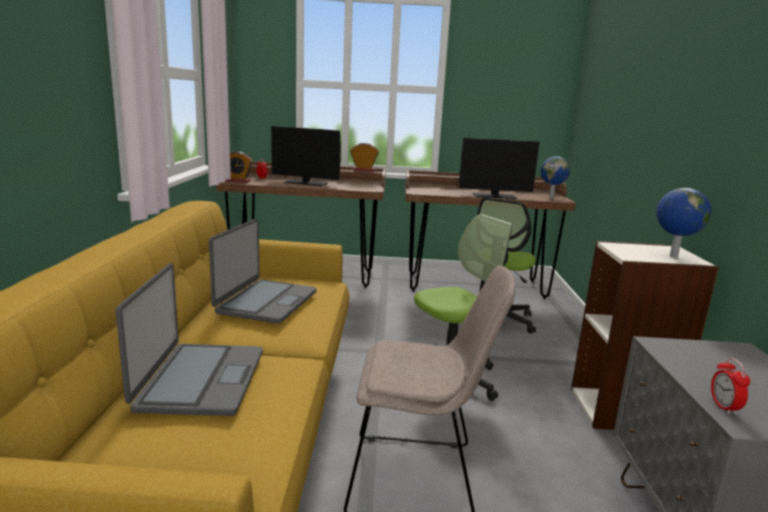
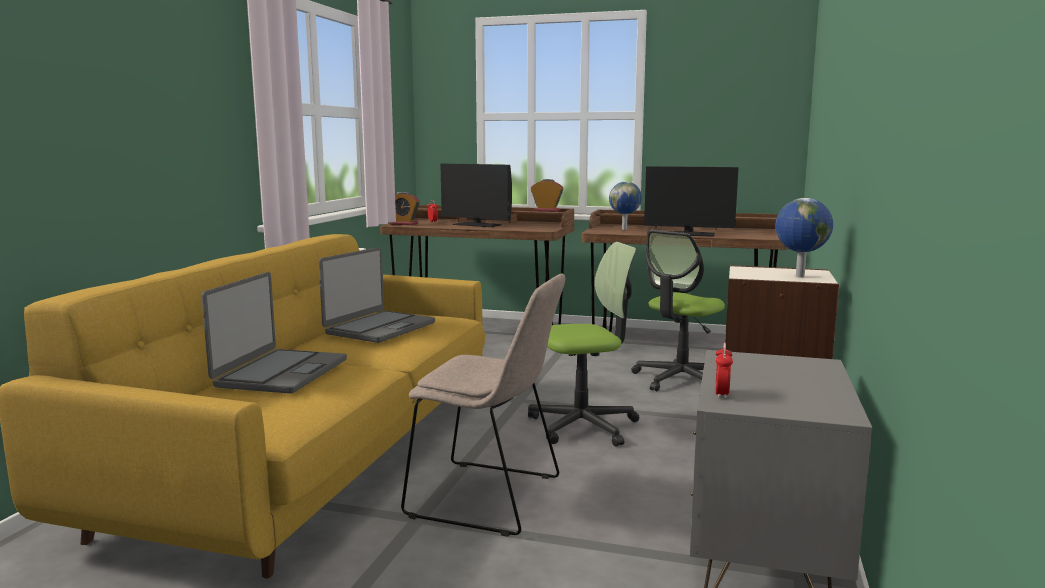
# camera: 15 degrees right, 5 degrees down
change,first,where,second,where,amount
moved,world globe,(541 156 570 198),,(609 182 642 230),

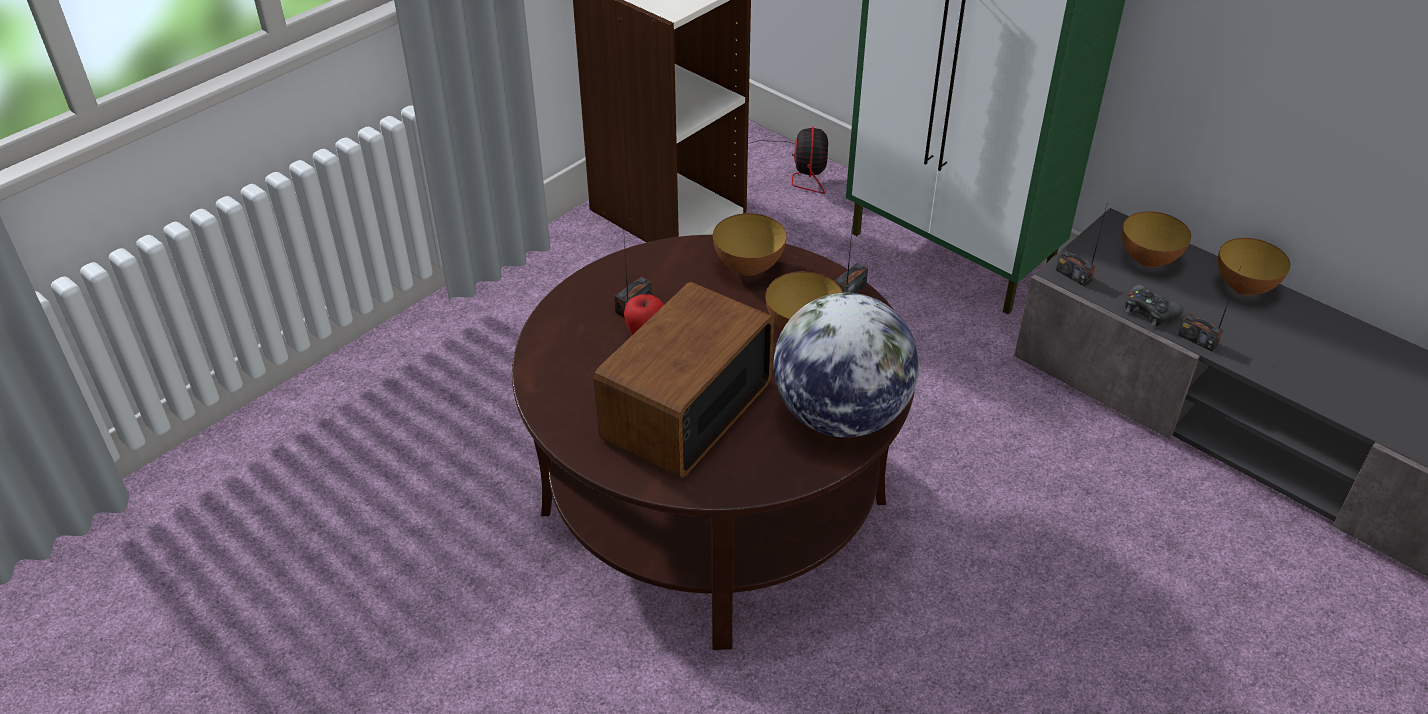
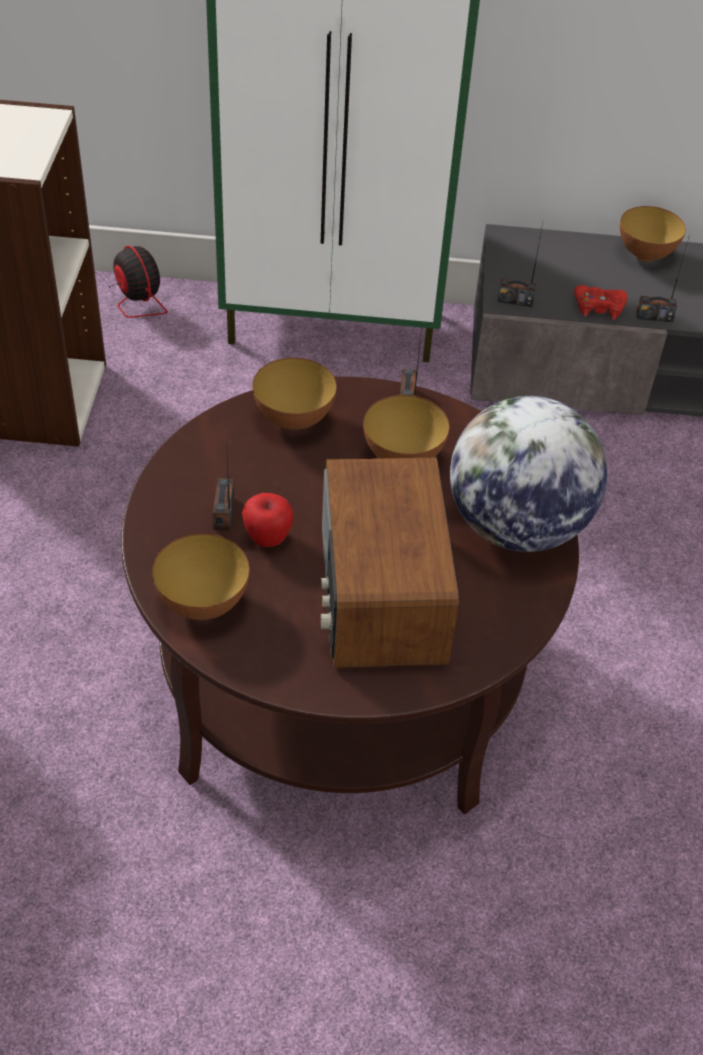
# camera: 40 degrees left, 5 degrees up
change,first,where,second,where,amount
moved,bowl,(1122 211 1191 268),,(152 534 250 620),
recoloured,blackish joypad,(1125 284 1184 327),reddish joypad,(574 285 627 320),

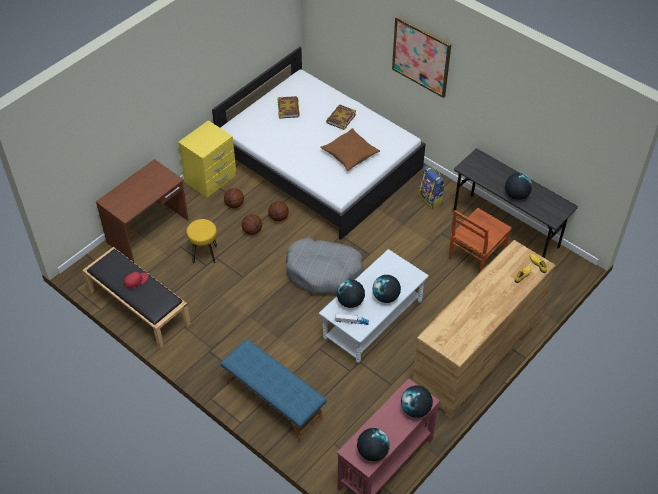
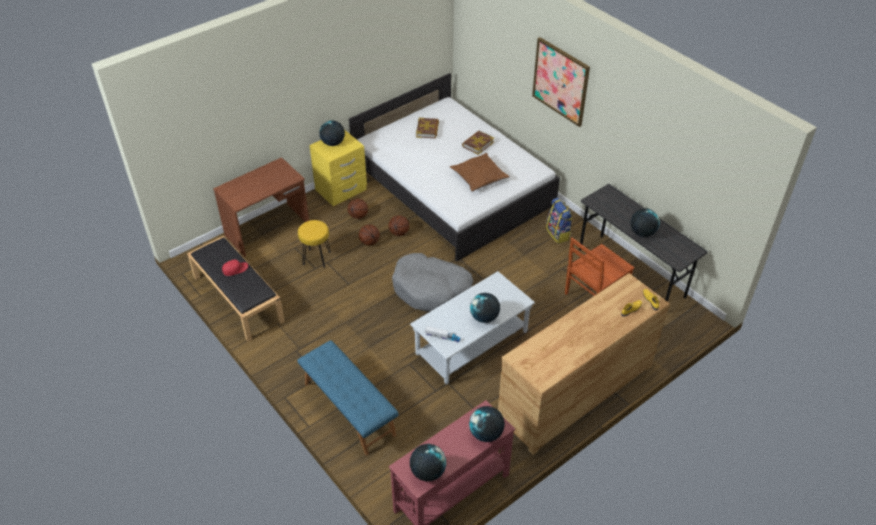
# camera: 10 degrees right, 5 degrees down
change,first,where,second,where,amount
moved,world globe,(337 280 365 308),,(319 120 345 146),

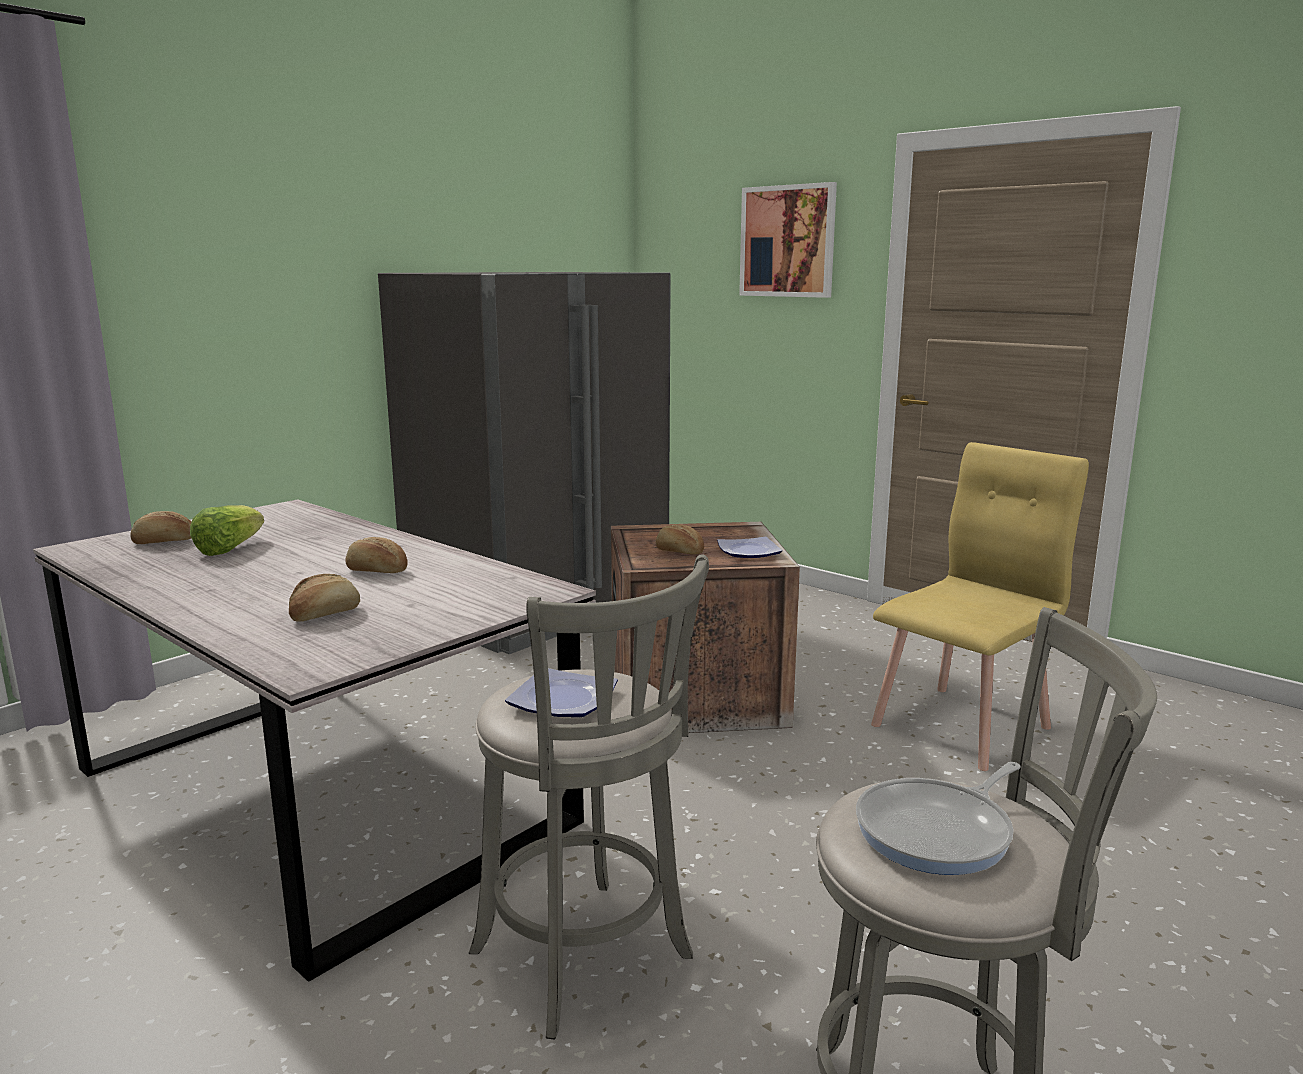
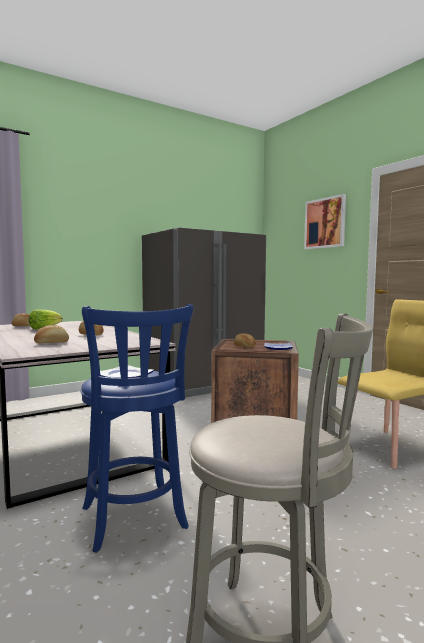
# camera: 15 degrees right, 10 degrees down
change,first,where,second,where,amount
recoloured,grey sitting stool,(469 555 709 1040),blue-coloured sitting stool,(80 304 193 553),
removed,frying pan,(856 762 1021 875),,,

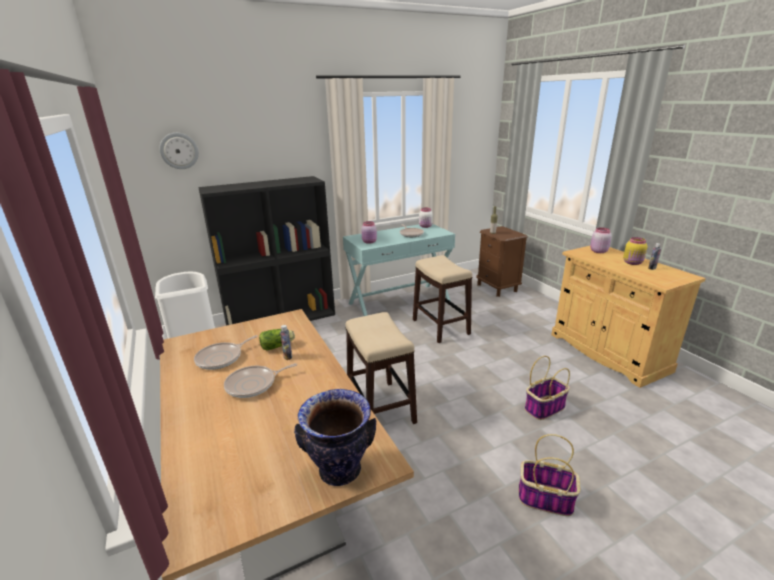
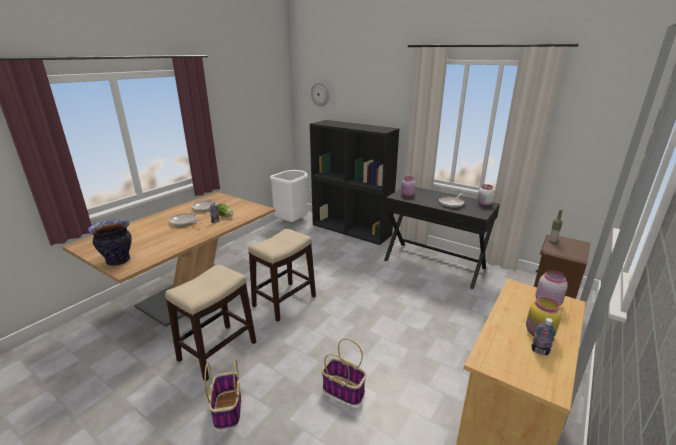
# camera: 60 degrees right, 0 degrees up
change,first,where,second,where,amount
recoloured,turquoise-coloured console table,(343 224 455 316),blackish console table,(384 187 500 289),
moved,sitting stool,(413 255 472 343),,(165 265 256 381),

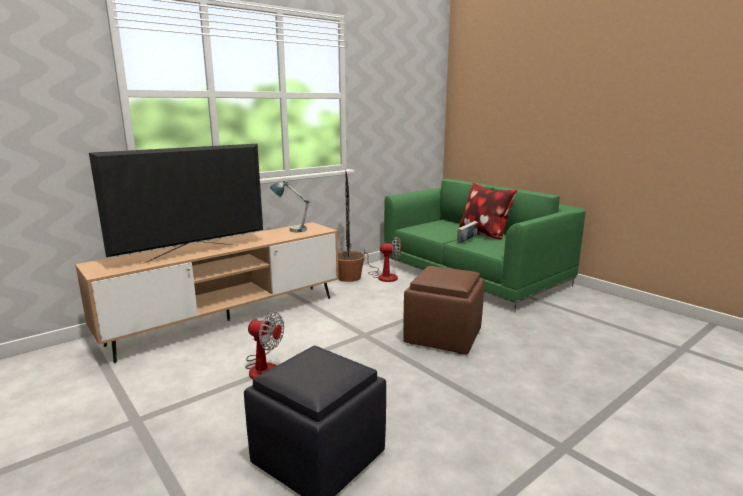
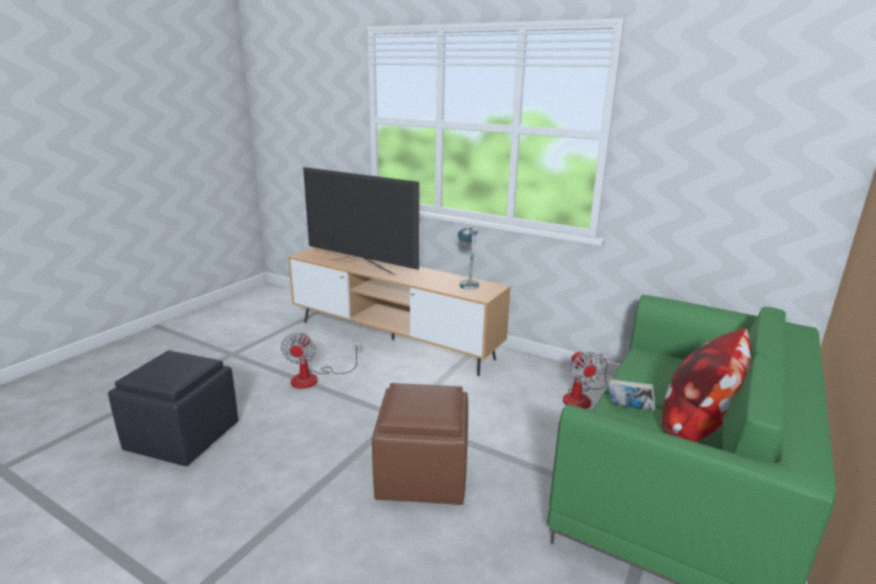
# camera: 70 degrees right, 5 degrees up
change,first,where,second,where,amount
removed,plant in a pot,(338 172 365 282),,,

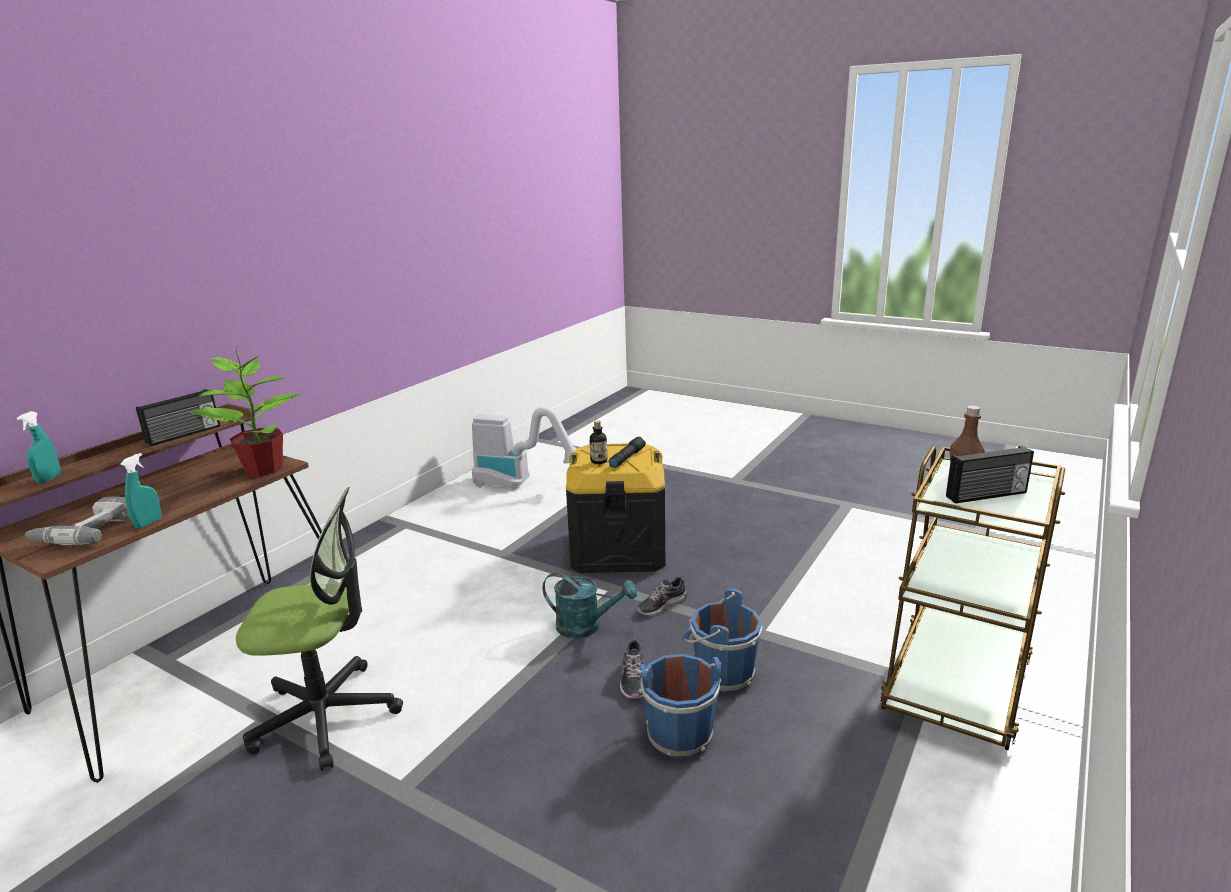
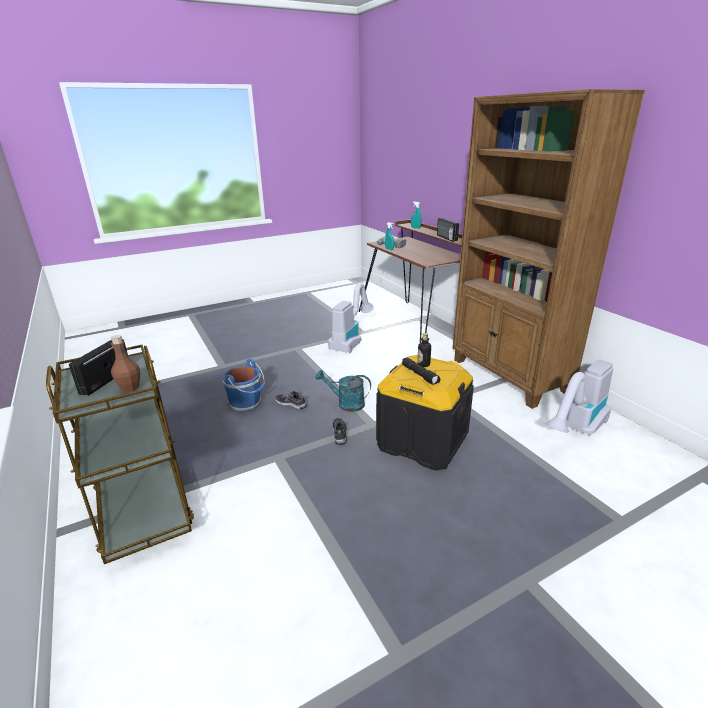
# camera: 120 degrees right, 5 degrees up
change,first,where,second,where,amount
removed,plant in a pot,(190 348 300 477),,,
replaced,computer chair,(236 487 403 771),vacuum cleaner,(328 282 374 353),
turned,turquoise-coloured watering can,(543 573 637 638),,(315 370 371 412),60 degrees clockwise
removed,blue-coloured bucket,(683 588 762 693),,,
added,,,brownish bookshelf,(452 89 645 409),

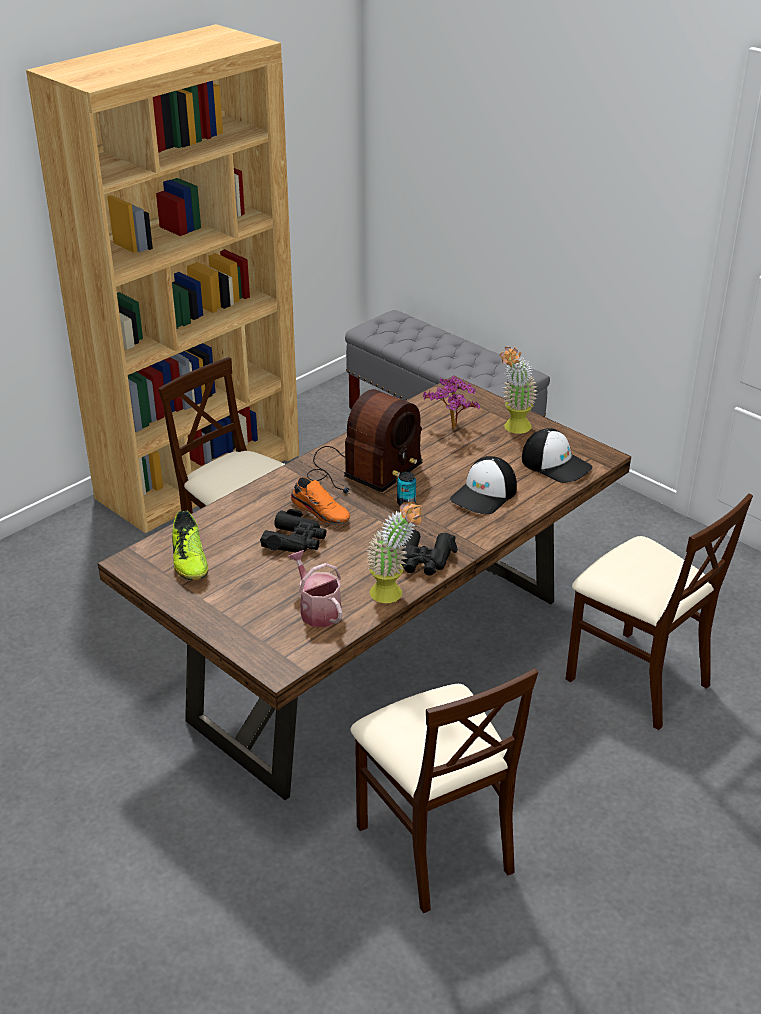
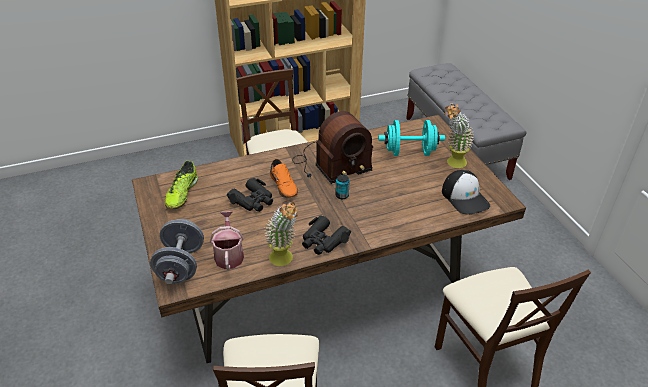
# camera: 25 degrees right, 5 degrees up
change,first,where,second,where,amount
replaced,plant in a pot,(423 376 480 429),turquoise-coloured free weight,(378 120 445 156),
removed,baseball cap,(450 456 517 514),,,
added,,,grey free weight,(150 219 204 284),

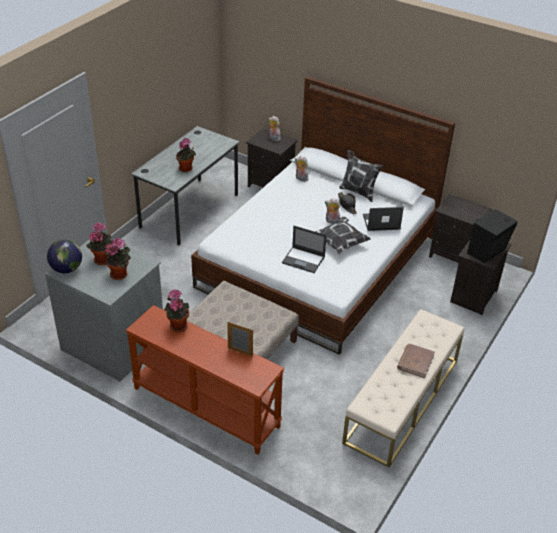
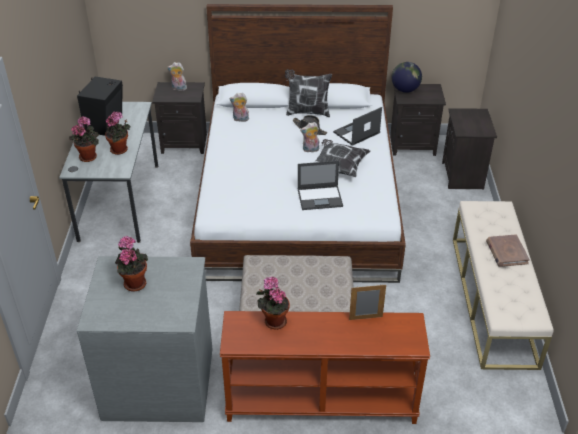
# camera: 30 degrees left, 0 degrees up
change,first,where,second,where,amount
moved,blackish speaker,(467 209 518 264),,(77 77 123 136),
moved,plant in a pot,(104 238 131 280),,(69 117 99 162),
moved,world globe,(47 239 82 273),,(391 62 422 93),

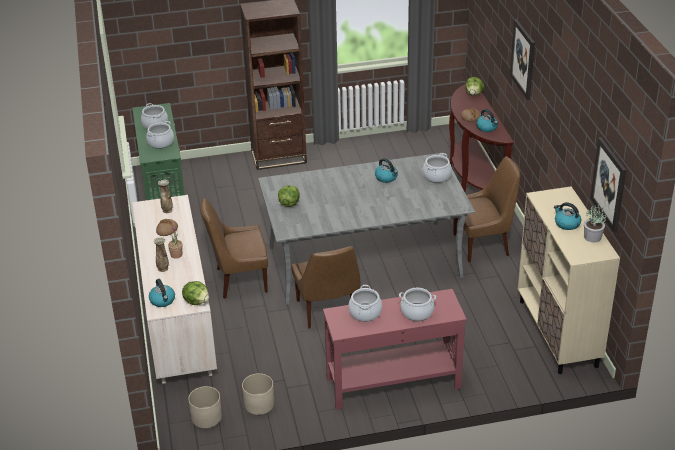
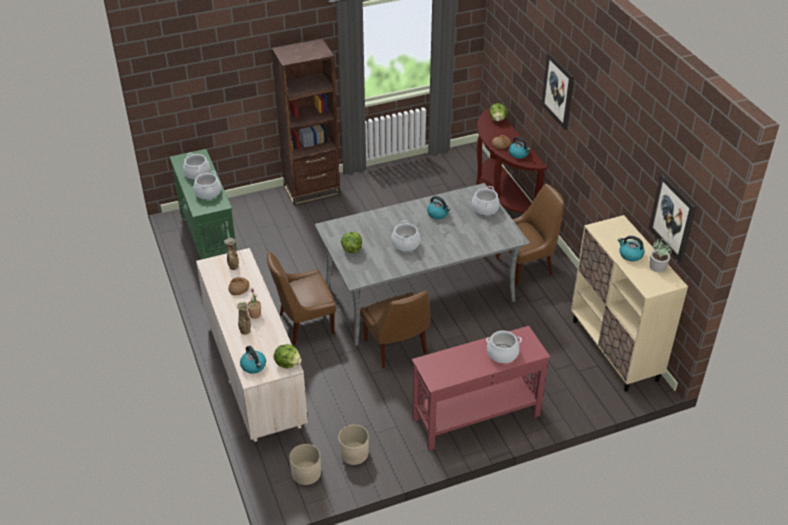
# camera: 10 degrees left, 5 degrees up
change,first,where,second,where,amount
moved,saucepot,(349 285 382 322),,(391 220 420 252),

